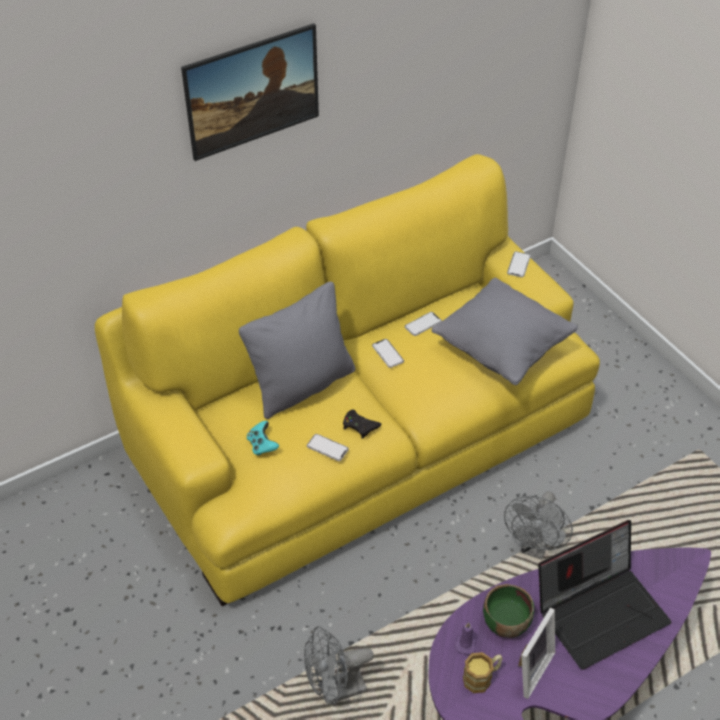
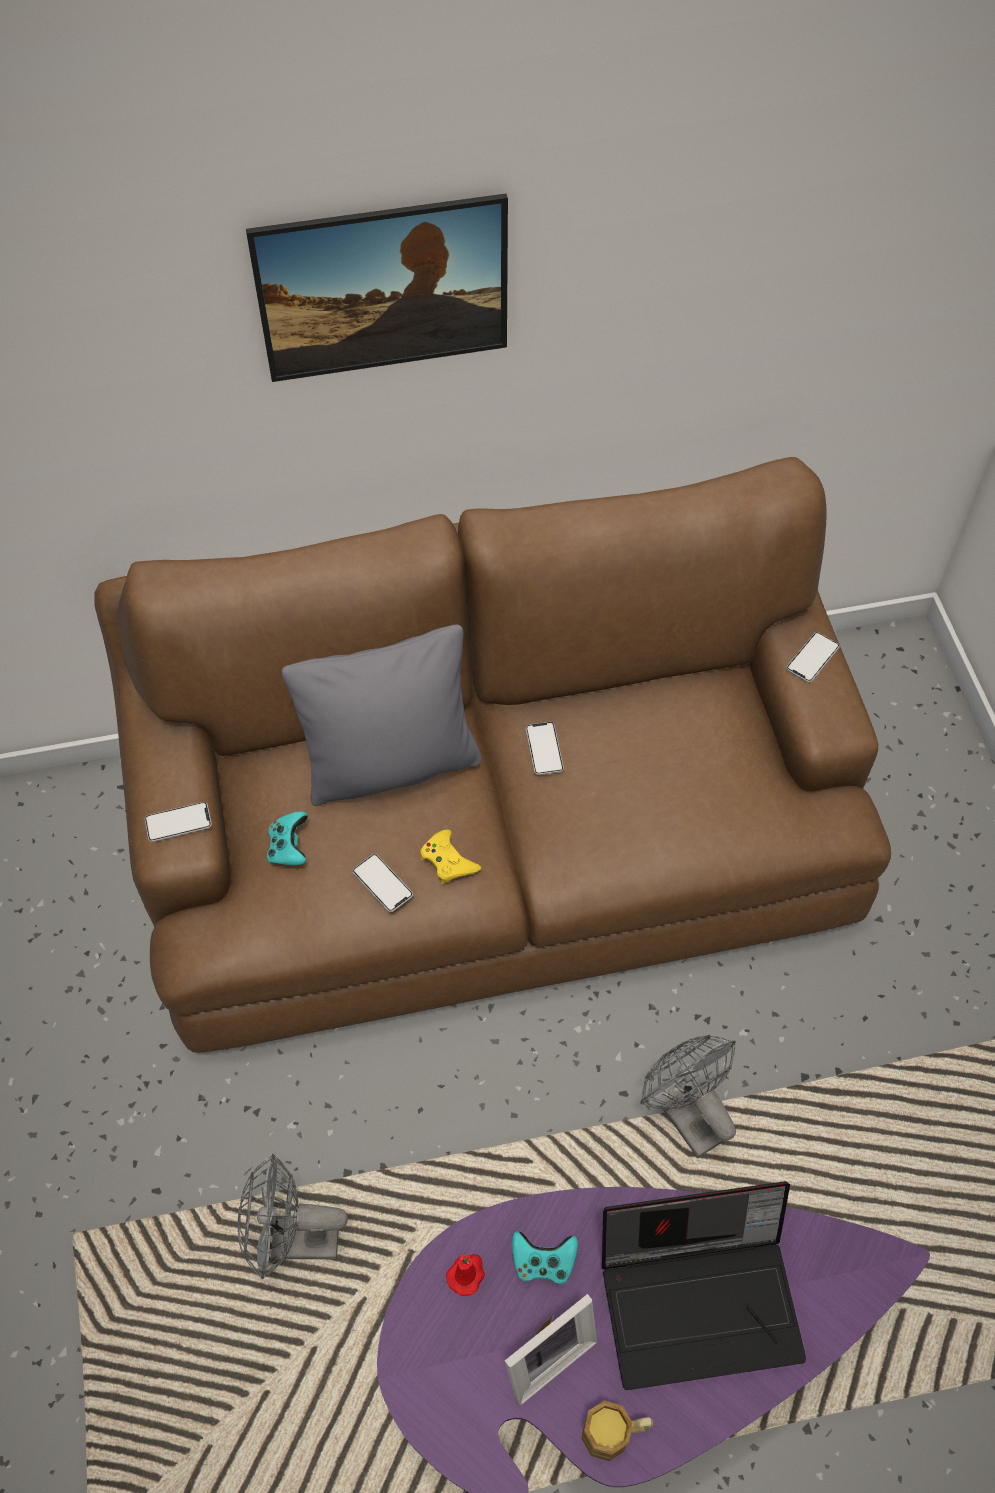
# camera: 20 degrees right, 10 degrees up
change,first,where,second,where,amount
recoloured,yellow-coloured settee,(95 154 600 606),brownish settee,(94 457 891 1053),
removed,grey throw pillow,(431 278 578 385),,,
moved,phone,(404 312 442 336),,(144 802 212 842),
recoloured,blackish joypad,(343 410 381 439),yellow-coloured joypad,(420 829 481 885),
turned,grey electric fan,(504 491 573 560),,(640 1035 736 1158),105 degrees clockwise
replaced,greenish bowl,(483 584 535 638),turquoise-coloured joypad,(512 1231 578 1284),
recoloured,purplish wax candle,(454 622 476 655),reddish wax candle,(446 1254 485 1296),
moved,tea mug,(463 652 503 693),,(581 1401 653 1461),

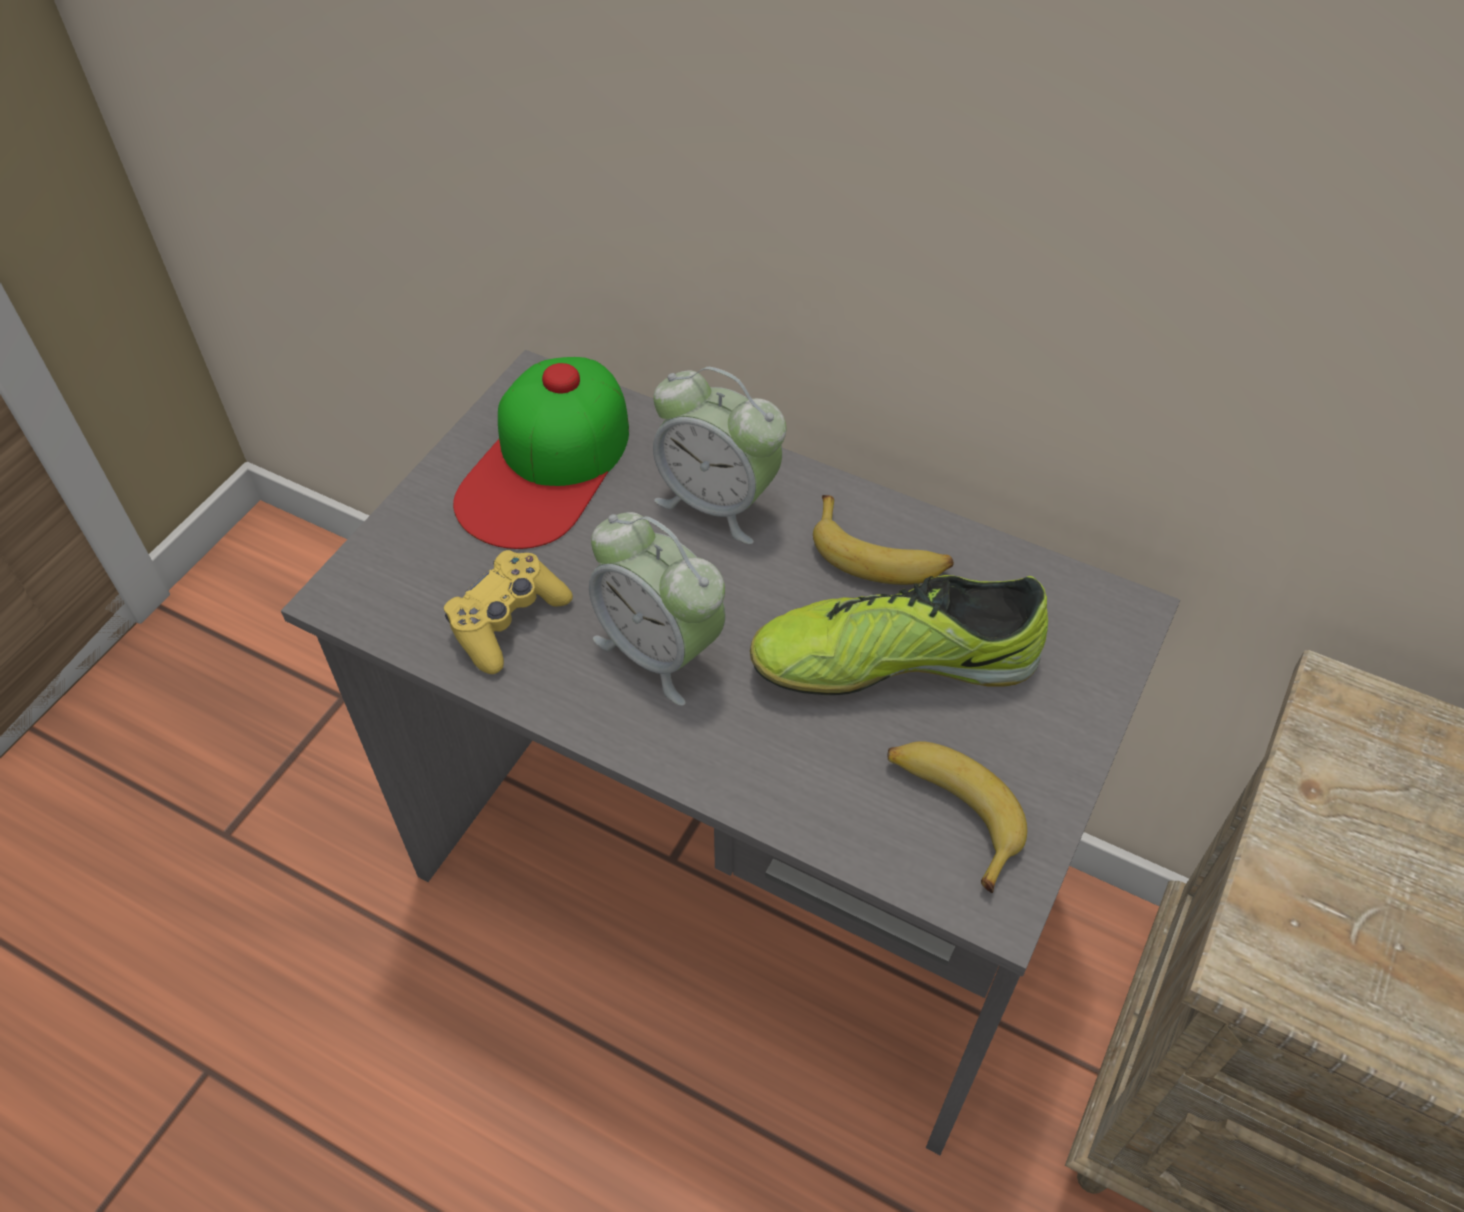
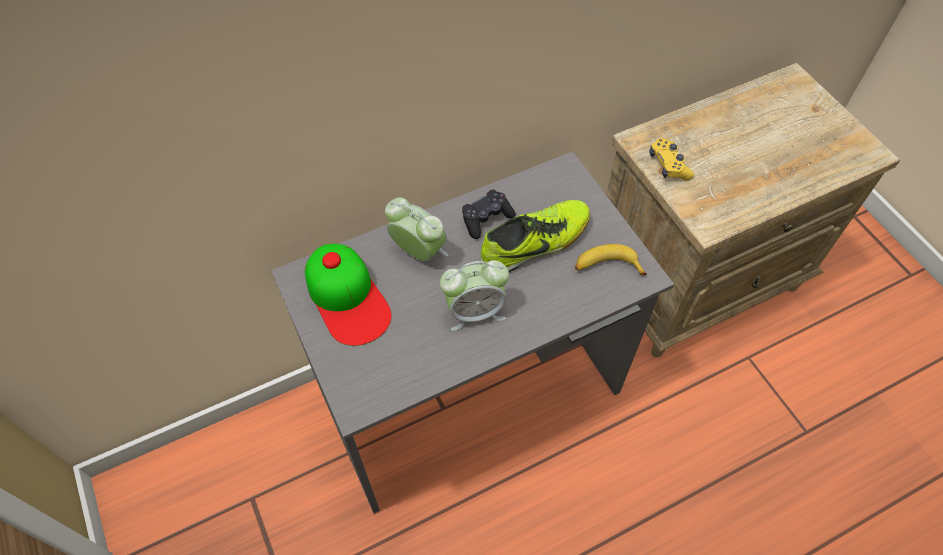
# camera: 55 degrees left, 5 degrees up
change,first,where,second,where,amount
turned,bedside clock,(653 367 786 544),,(385 197 448 261),120 degrees counterclockwise
replaced,banana fruit,(813 495 954 585),blackish joypad,(462 190 516 239),
moved,yellow-coloured joypad,(444 550 573 674),,(649 138 694 181),
turned,item of footwear,(750 575 1048 695),,(480 200 590 272),150 degrees counterclockwise

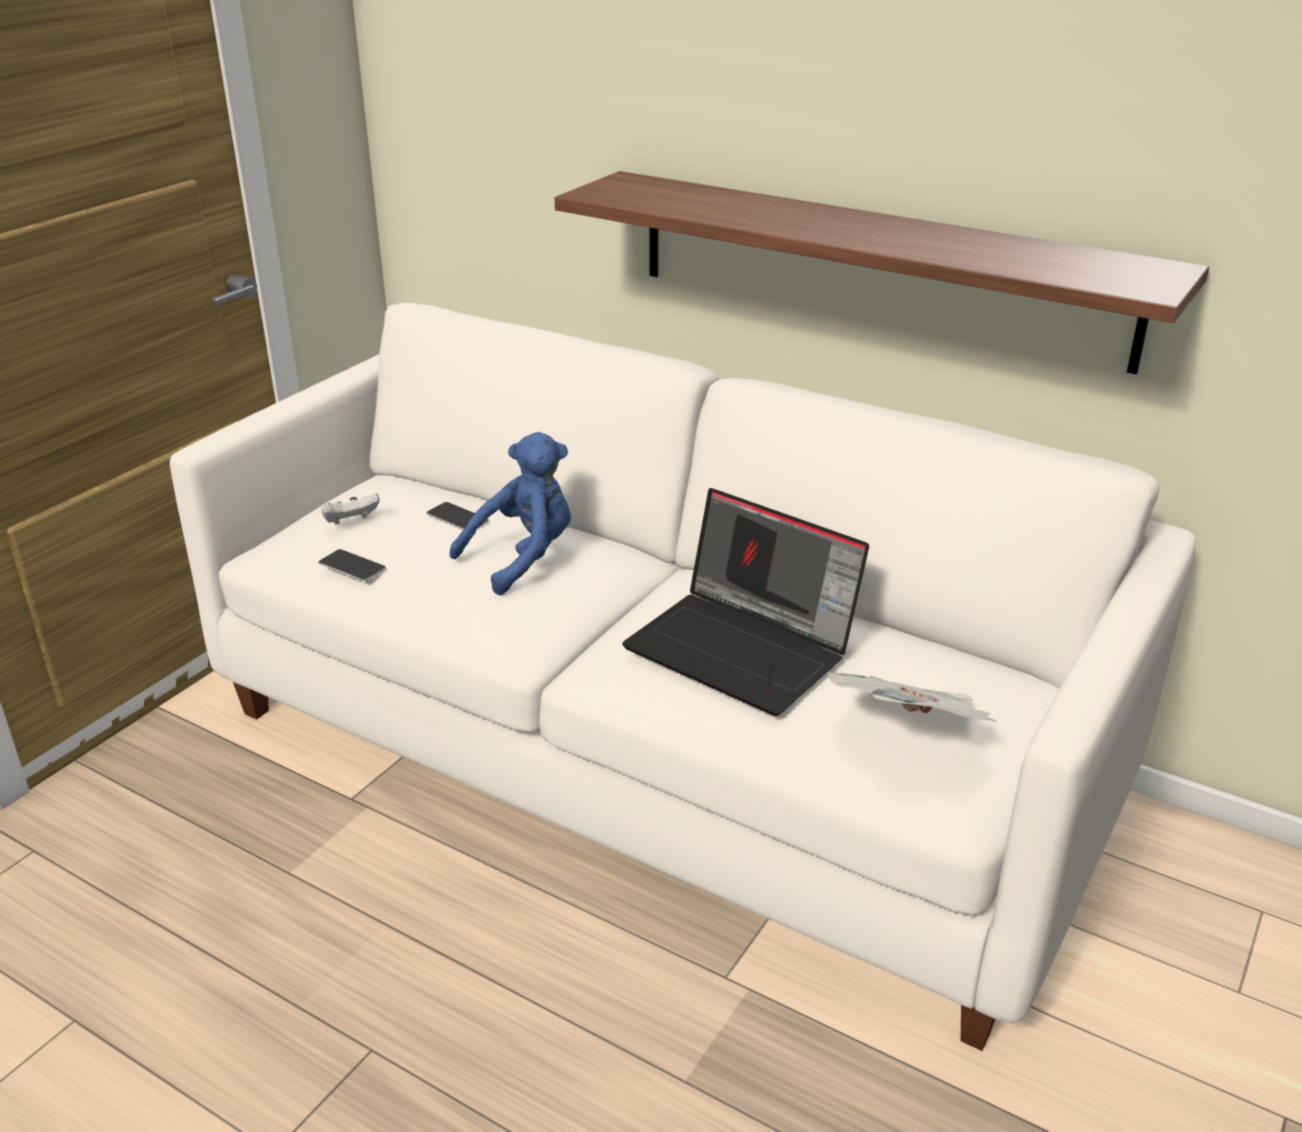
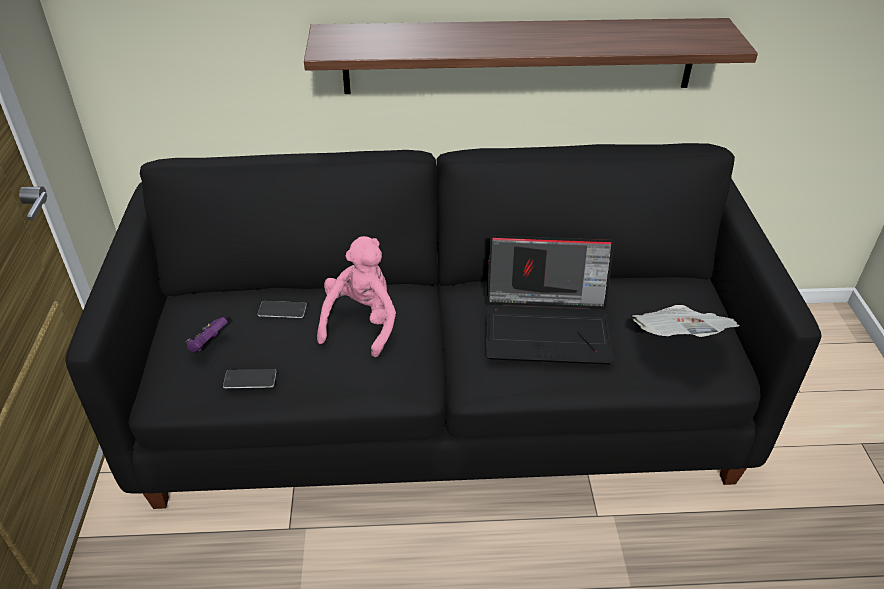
# camera: 35 degrees left, 10 degrees up
change,first,where,second,where,amount
recoloured,white-coloured settee,(170 303 1196 1051),blackish settee,(65 143 821 509),
recoloured,blue-coloured soft toy,(449 432 571 595),pink soft toy,(317 236 396 357),
recoloured,white-coloured joypad,(321 493 380 525),purplish joypad,(186 317 228 352),

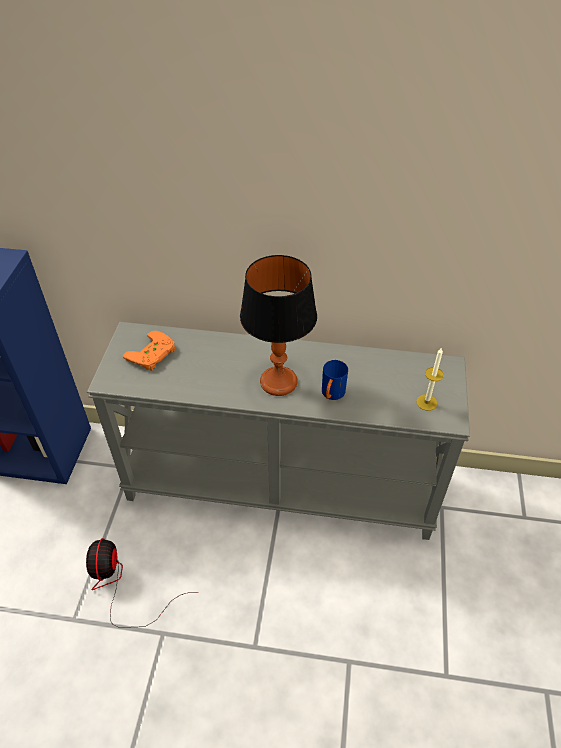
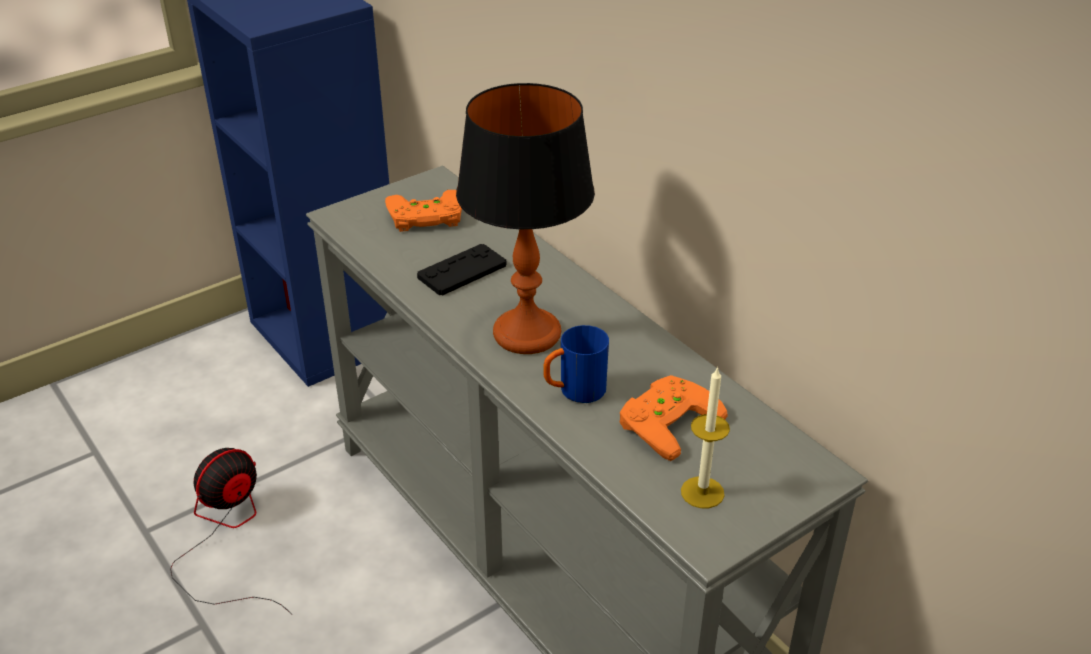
# camera: 45 degrees right, 10 degrees down
change,first,where,second,where,amount
added,,,blackish joypad,(417 244 506 296),
added,,,orangey joypad,(620 375 728 461),

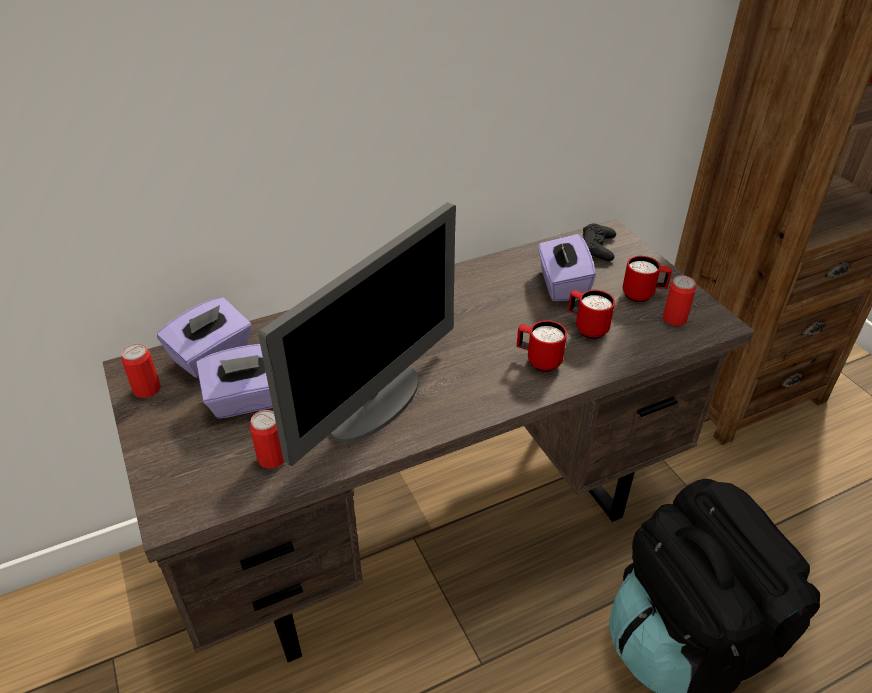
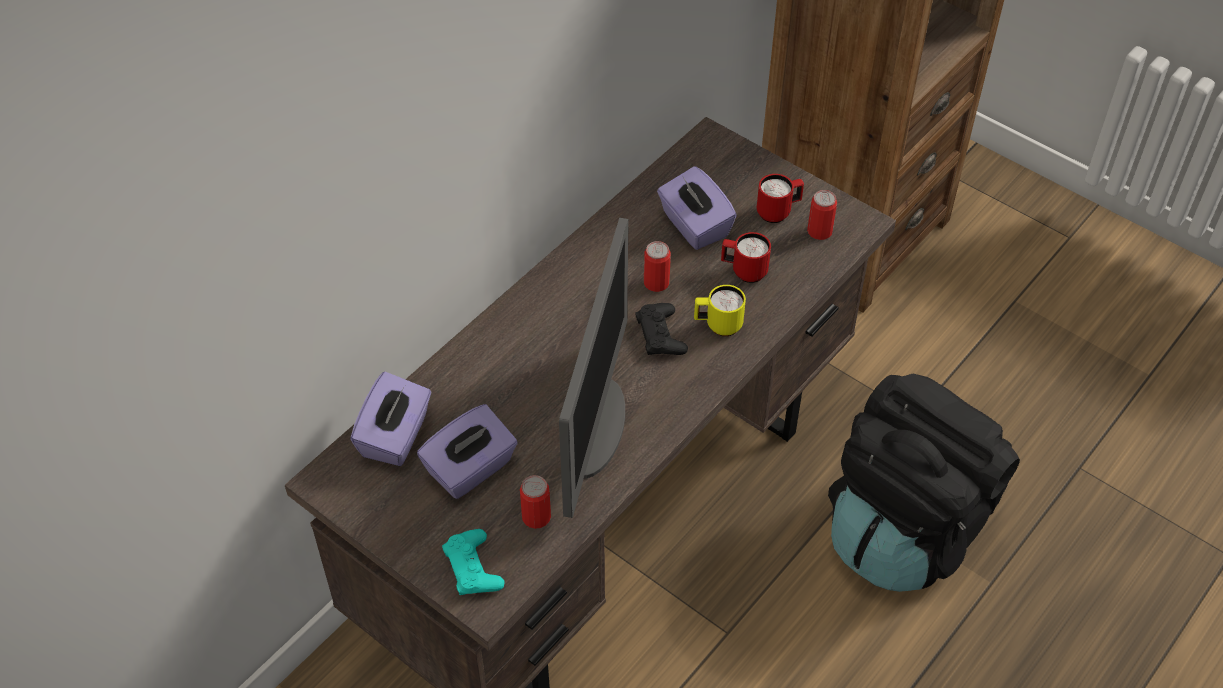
# camera: 25 degrees left, 10 degrees up
change,first,where,second,where,amount
moved,blackish joypad,(583 223 616 261),,(635 303 688 355),
recoloured,reddish tea mug,(517 320 567 372),yellow-coloured tea mug,(694 285 746 336),
moved,sealed can,(121 343 161 398),,(644 241 671 292),
added,,,turquoise-coloured joypad,(442 529 504 595),

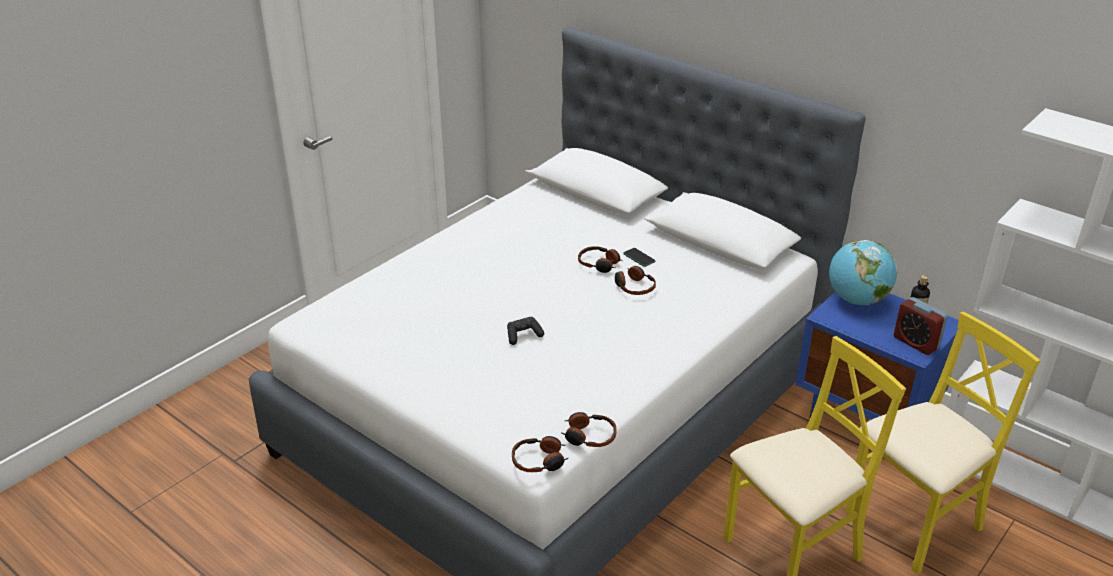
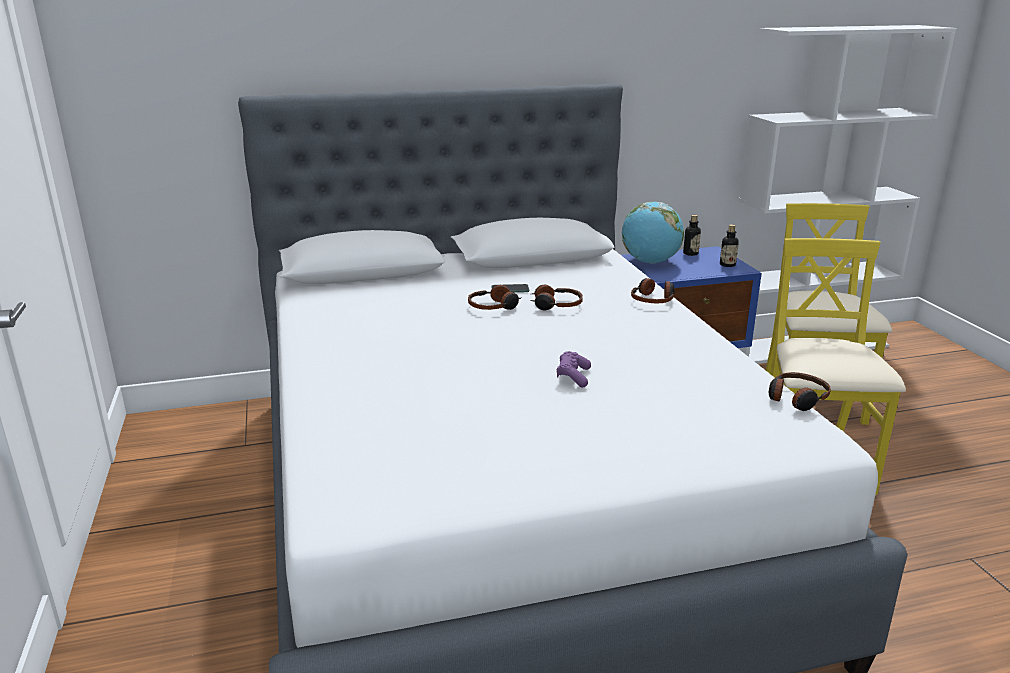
# camera: 55 degrees left, 10 degrees down
change,first,where,second,where,amount
replaced,bedside clock,(894 297 948 355),beverage bottle,(720 224 739 267),
recoloured,blackish joypad,(507 317 544 345),purplish joypad,(557 351 591 387),
moved,pair of headphones,(512 436 568 472),,(631 278 675 303),

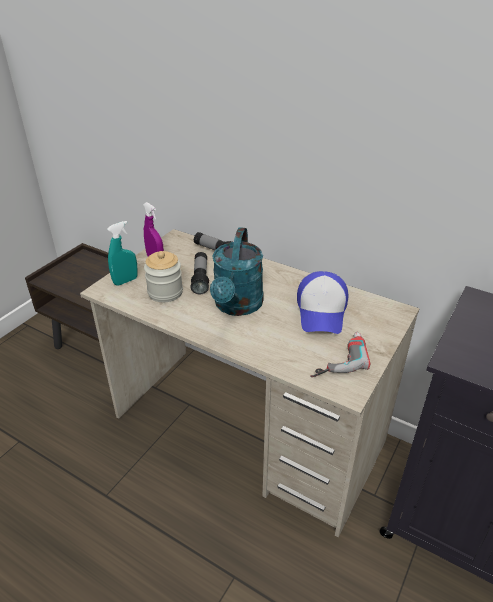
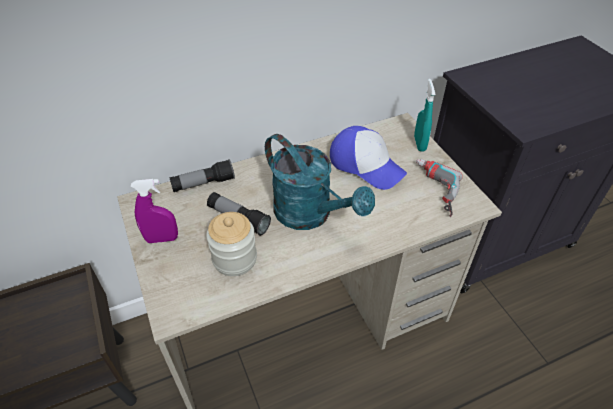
# camera: 55 degrees left, 10 degrees up
change,first,where,second,where,amount
moved,turquoise-coloured spray bottle,(107 221 138 286),,(414 79 435 152),

